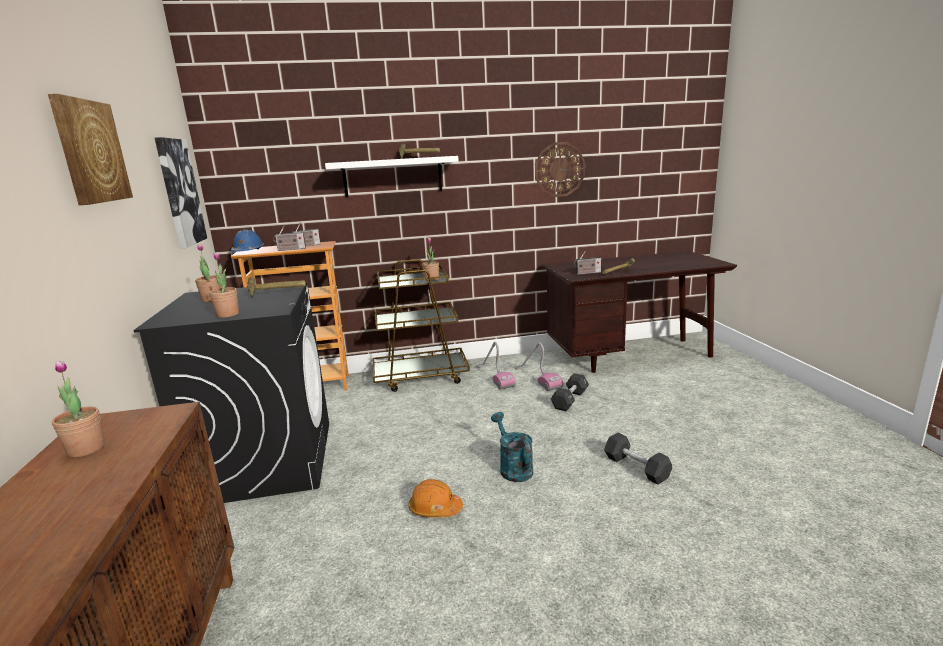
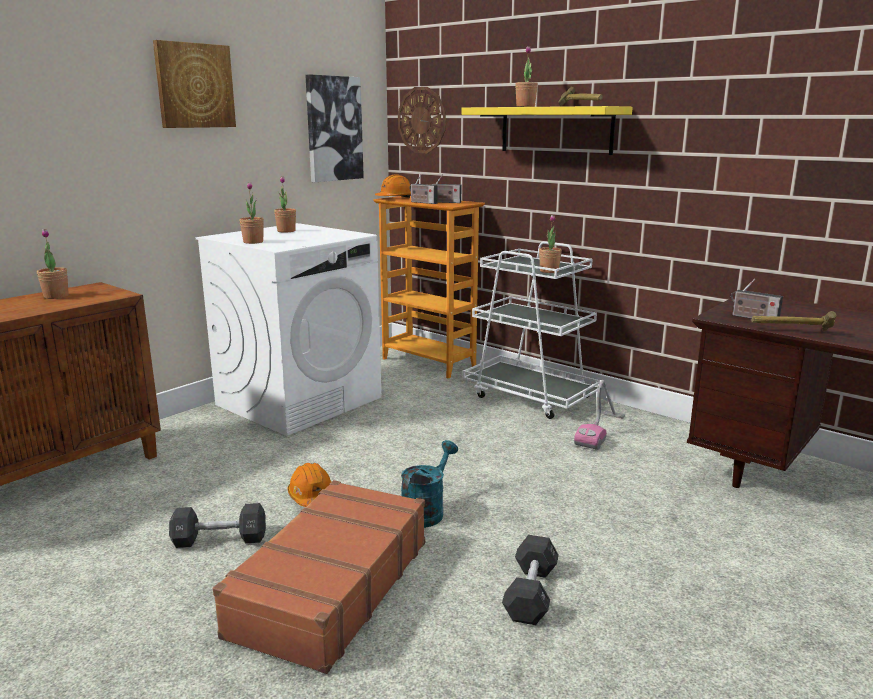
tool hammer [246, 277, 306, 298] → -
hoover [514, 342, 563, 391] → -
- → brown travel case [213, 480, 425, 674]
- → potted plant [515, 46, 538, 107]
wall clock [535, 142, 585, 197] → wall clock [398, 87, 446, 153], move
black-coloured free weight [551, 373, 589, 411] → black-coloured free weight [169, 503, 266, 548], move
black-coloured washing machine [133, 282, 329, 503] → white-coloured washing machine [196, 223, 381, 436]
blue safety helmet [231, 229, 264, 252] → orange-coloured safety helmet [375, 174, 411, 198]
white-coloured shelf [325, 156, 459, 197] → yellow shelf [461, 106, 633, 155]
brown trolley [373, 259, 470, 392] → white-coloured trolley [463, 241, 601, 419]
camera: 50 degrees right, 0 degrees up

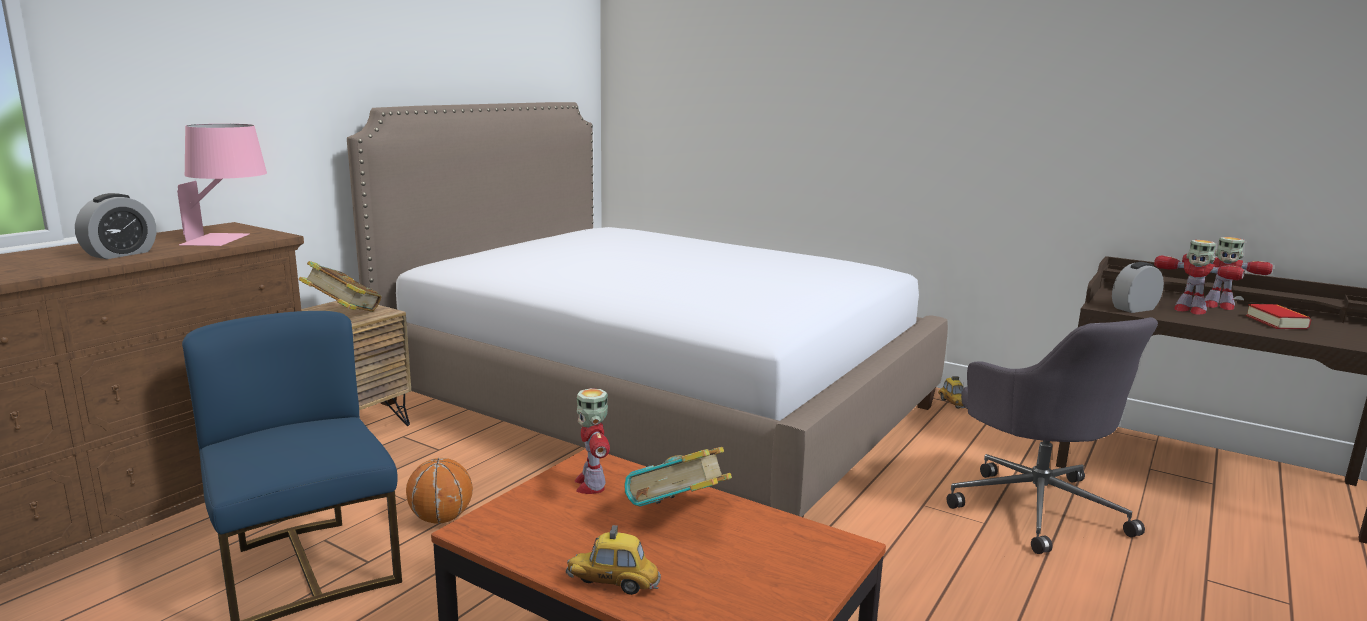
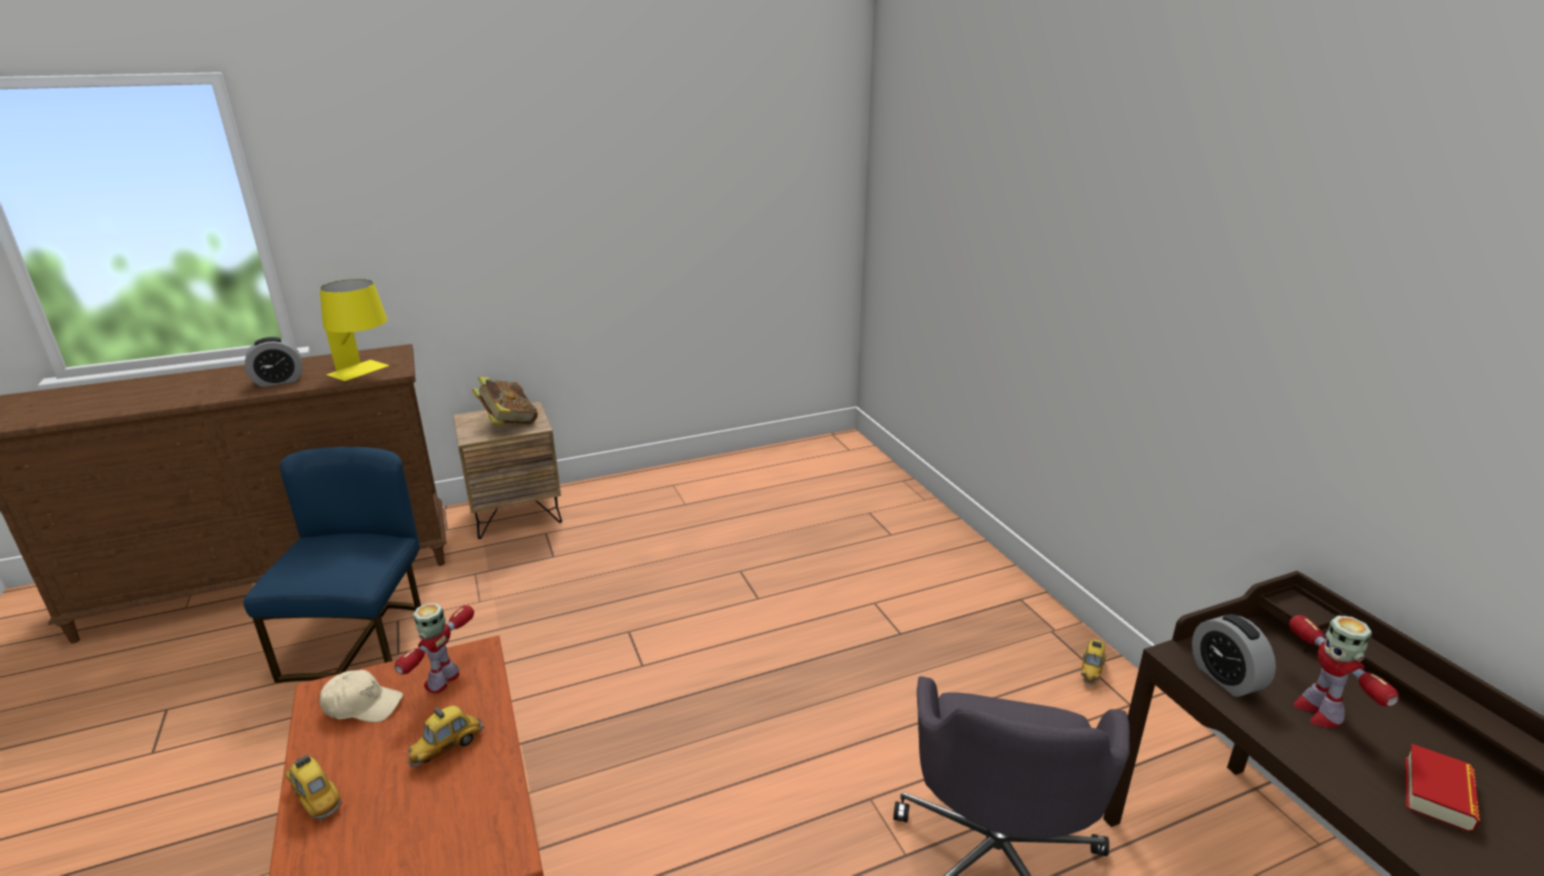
bedroom bed [347, 102, 948, 518] → -
ball for basketball [406, 458, 473, 524] → -
model robot [1182, 237, 1273, 310] → -
- → beige-coloured peaked cap [319, 670, 403, 722]
book [624, 447, 732, 506] → toy car [408, 705, 485, 767]
pink-coloured table lamp [177, 124, 267, 246] → yellow table lamp [320, 279, 389, 381]
bedside clock [1112, 262, 1164, 313] → bedside clock [1192, 614, 1276, 697], 120 degrees counterclockwise
camera: 35 degrees right, 10 degrees up

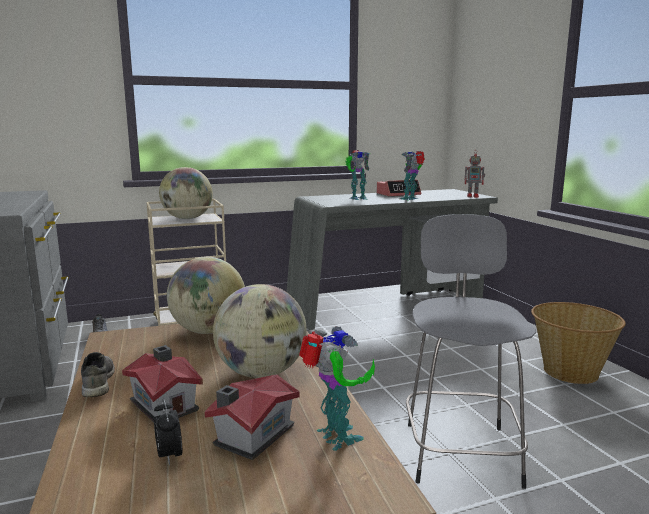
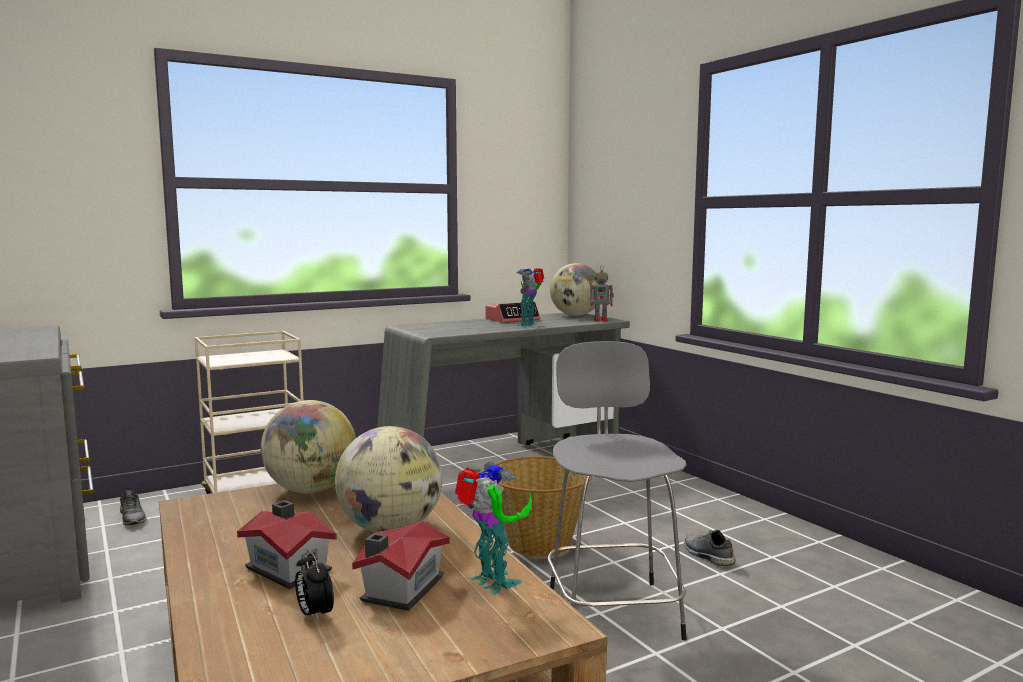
model robot [345, 150, 370, 200] → -
gray low shoe [81, 352, 115, 397] → gray low shoe [684, 530, 736, 566], move
world globe [159, 167, 213, 219] → world globe [550, 263, 599, 316], move
storage basket [531, 302, 626, 384] → storage basket [488, 456, 592, 557], move
camera: 10 degrees left, 5 degrees down

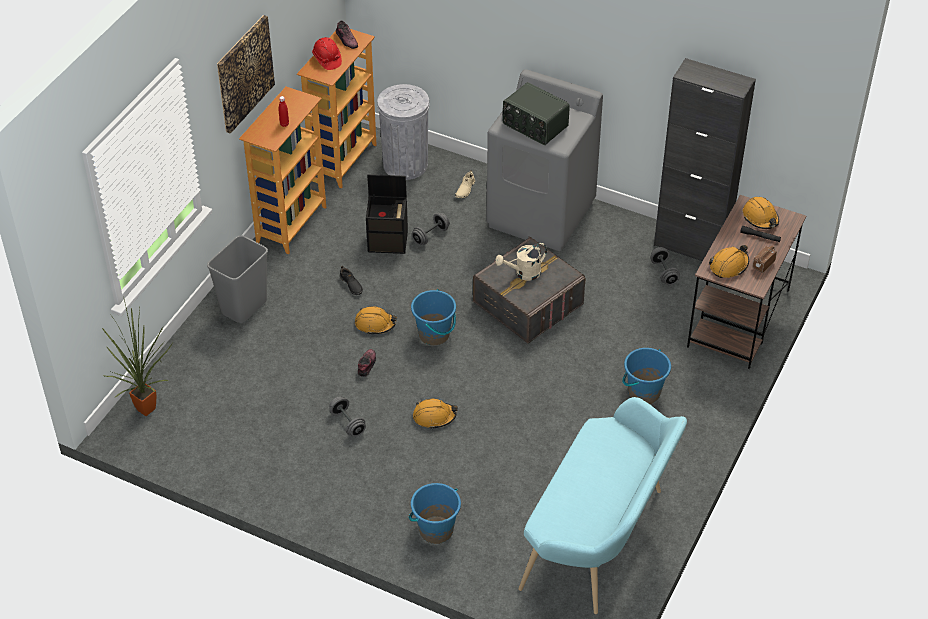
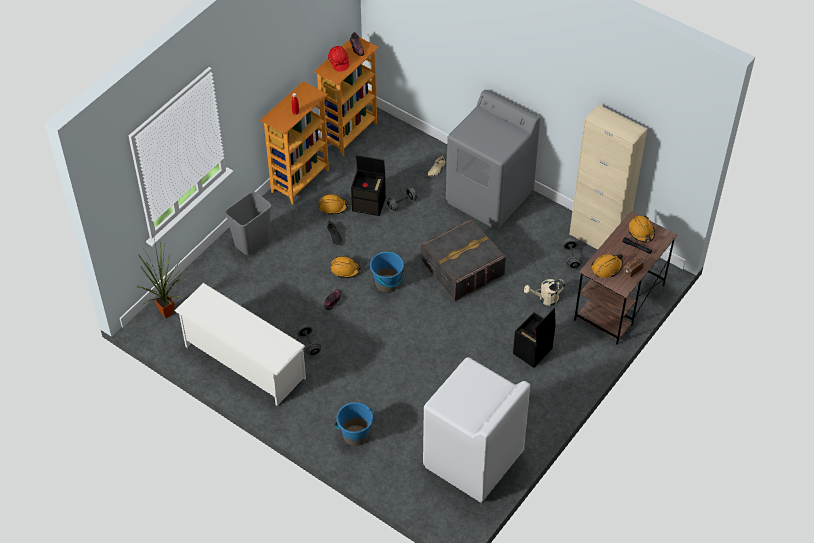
wall art [217, 15, 275, 134] → -
gray waste bin [377, 84, 429, 180] → -
radio receiver [503, 82, 570, 145] → -
- → white-coloured shoe rack [175, 283, 306, 406]
orange-coloured safety helmet [413, 399, 458, 429] → orange-coloured safety helmet [318, 194, 349, 215], move
beige-coloured watering can [495, 243, 547, 281] → beige-coloured watering can [524, 279, 565, 306], move
turquoise-coloured indoor bench [518, 397, 687, 614] → white-coloured washing machine [423, 357, 530, 503]
blue water bucket [622, 348, 671, 404] → black-coloured storage bin [513, 308, 556, 368]
black-coloured cabinet [654, 58, 756, 261] → beige-coloured cabinet [569, 104, 647, 250]
camera: 10 degrees right, 5 degrees up

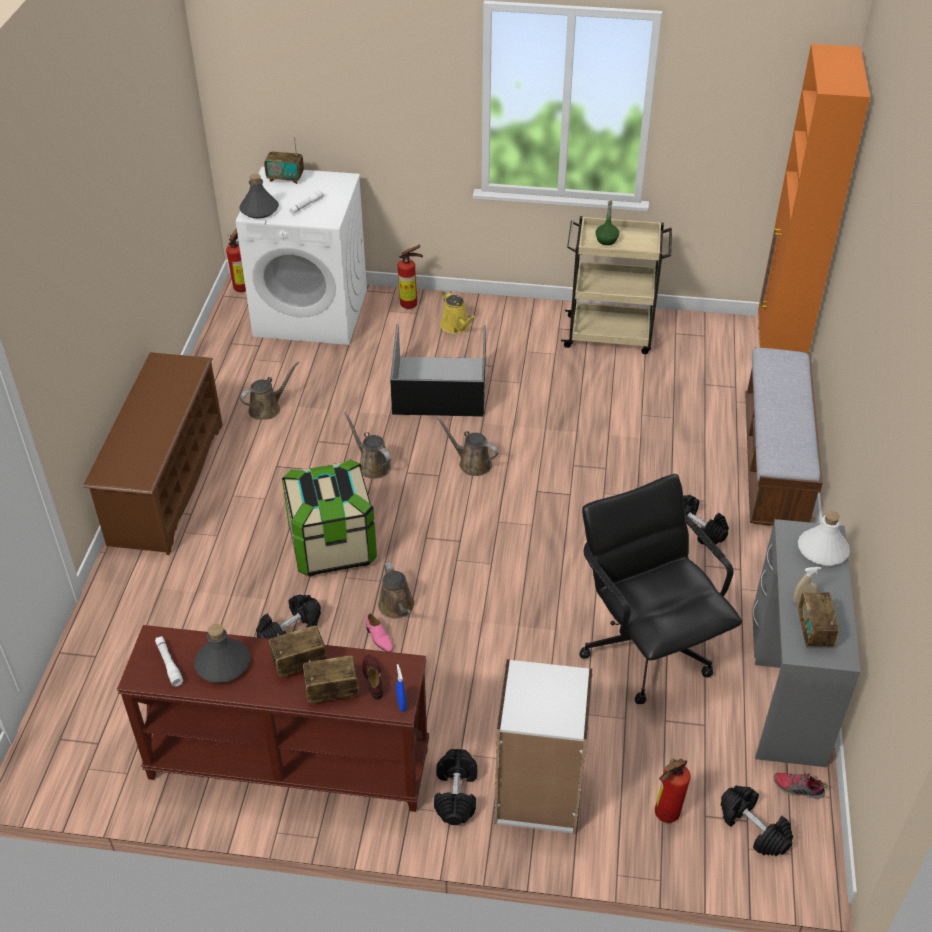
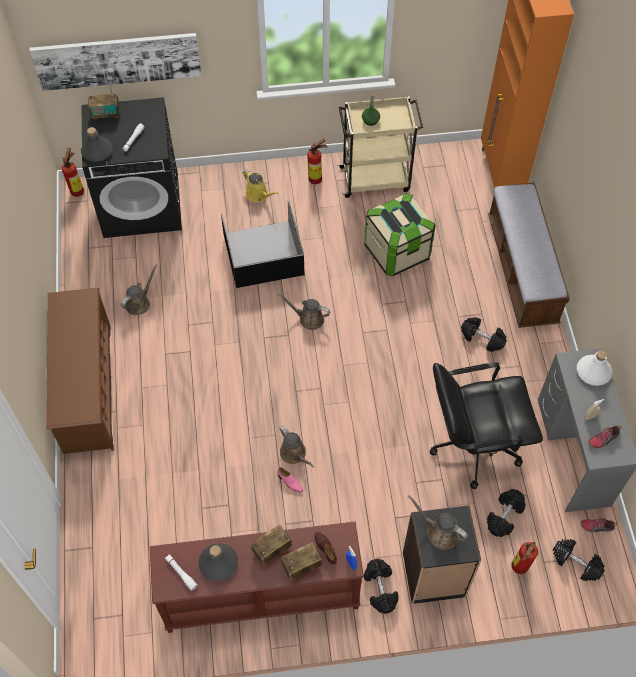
- → wall art [30, 33, 202, 91]
black-coloured free weight [256, 594, 321, 639] → black-coloured free weight [487, 489, 526, 537], move
storage bin [282, 460, 377, 576] → storage bin [364, 193, 435, 276], move
brown watering can [344, 412, 391, 479] → brown watering can [408, 495, 468, 550], move
fire extinguisher [397, 245, 423, 309] → fire extinguisher [307, 139, 327, 184], move
radio receiver [798, 592, 839, 648] → low shoe [588, 425, 622, 449]
white-coloured washing machine [236, 167, 367, 345] → black-coloured washing machine [82, 97, 182, 238]
white-coloured bookshelf [494, 659, 592, 834] → black-coloured bookshelf [403, 505, 481, 604]
black-coloured office chair [579, 474, 742, 704] → black-coloured office chair [430, 362, 543, 489], 60 degrees counterclockwise
camera: 15 degrees left, 15 degrees up

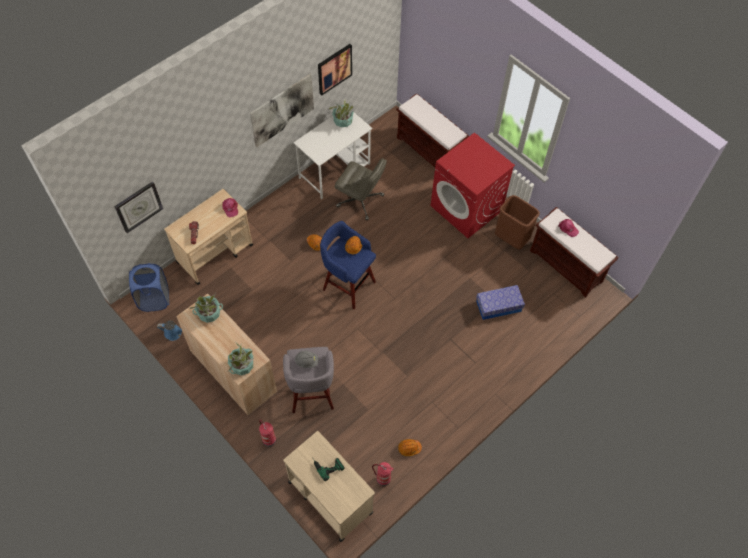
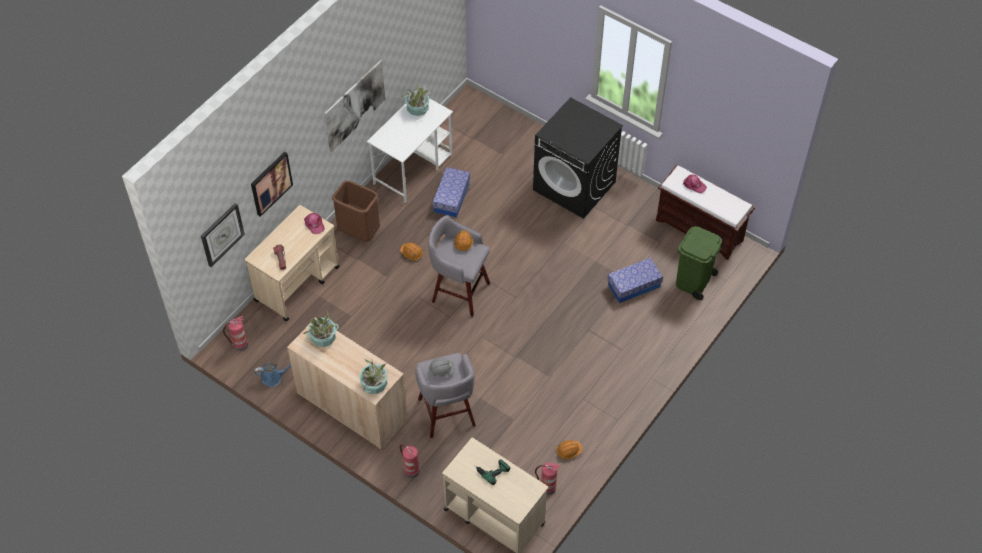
brown indoor bench [396, 93, 469, 167] → -
- → green-coloured waste bin [676, 226, 722, 300]
wall art [318, 44, 352, 96] → wall art [251, 152, 293, 217], move
brown waste bin [495, 195, 540, 250] → brown waste bin [332, 181, 380, 242], move
blue washing basket [129, 263, 169, 312] → fire extinguisher [223, 316, 248, 351]
gray office chair [335, 158, 387, 220] → storage bin [433, 167, 470, 217]
blue sitting stool [320, 221, 376, 309] → gray sitting stool [428, 215, 490, 317]
reddish washing machine [431, 132, 515, 238] → black-coloured washing machine [533, 97, 623, 219]
camera: 10 degrees left, 5 degrees down

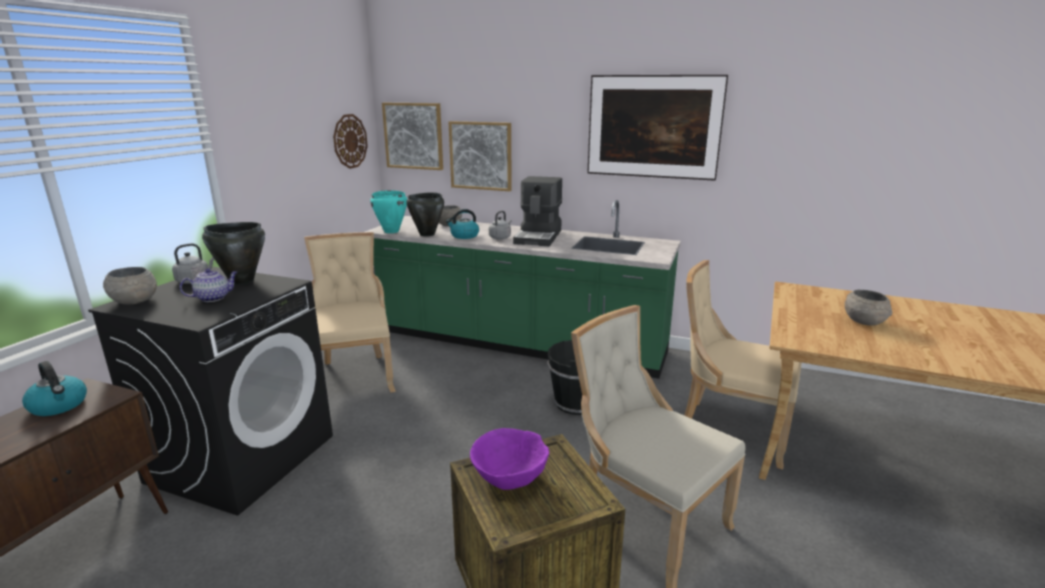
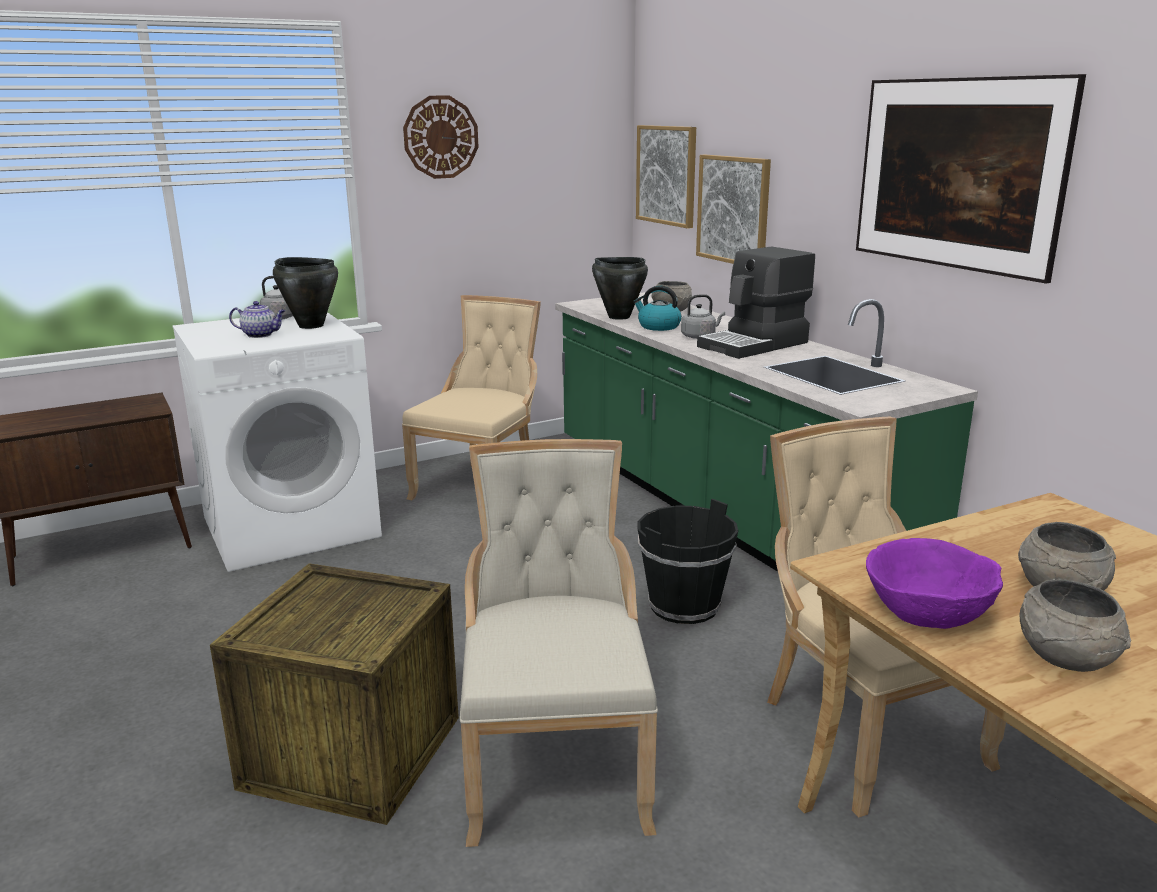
kettle [22, 361, 87, 416] → -
turquoise-coloured stockpot [370, 190, 407, 233] → -
gray serving bowl [103, 267, 157, 304] → gray serving bowl [1020, 580, 1131, 672], move
wall clock [333, 114, 368, 169] → wall clock [403, 96, 479, 179], move
purplish serving bowl [470, 428, 549, 490] → purplish serving bowl [866, 538, 1003, 629], move
black-coloured washing machine [88, 267, 333, 515] → white-coloured washing machine [172, 312, 382, 572]
camera: 40 degrees right, 0 degrees up

